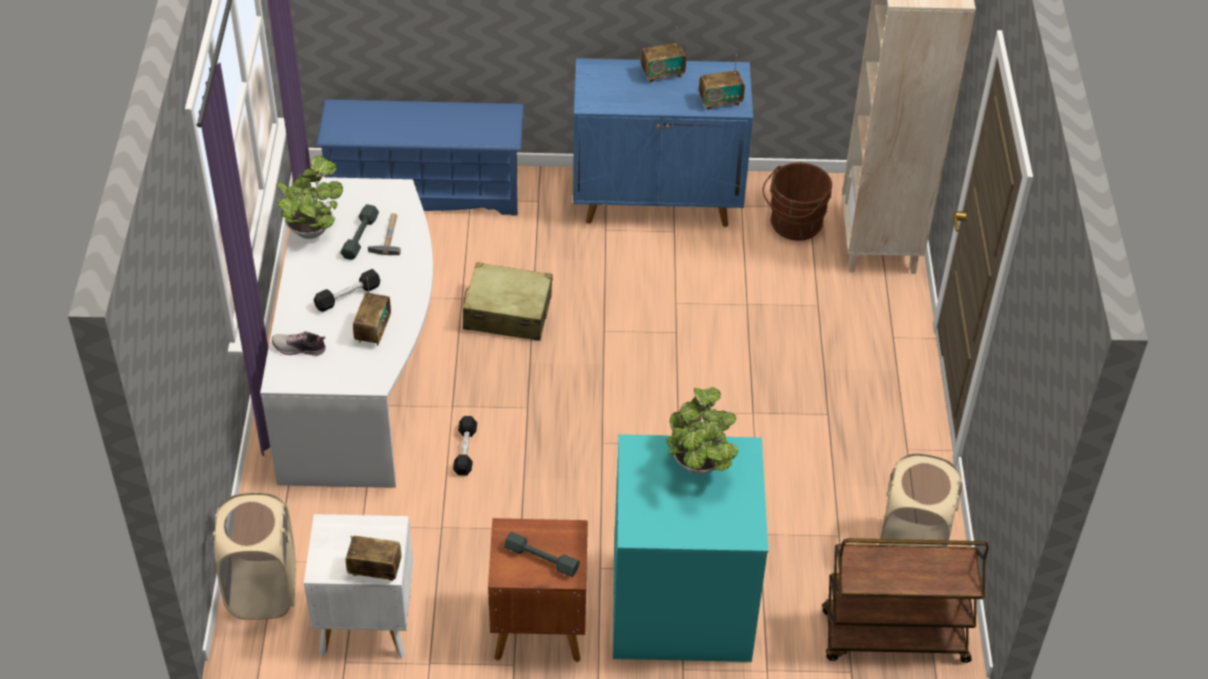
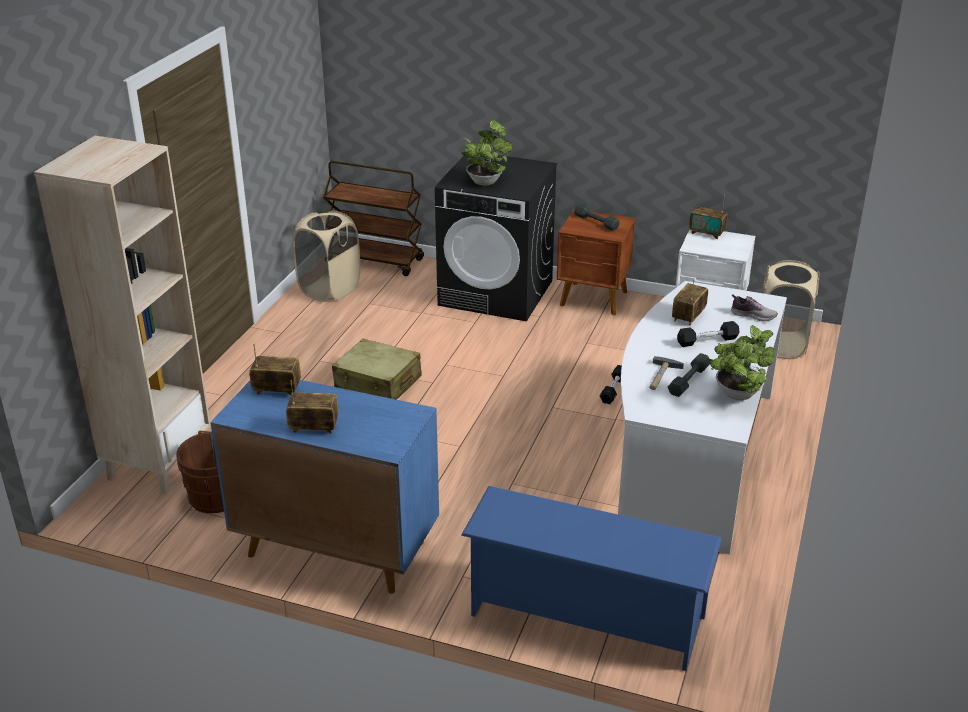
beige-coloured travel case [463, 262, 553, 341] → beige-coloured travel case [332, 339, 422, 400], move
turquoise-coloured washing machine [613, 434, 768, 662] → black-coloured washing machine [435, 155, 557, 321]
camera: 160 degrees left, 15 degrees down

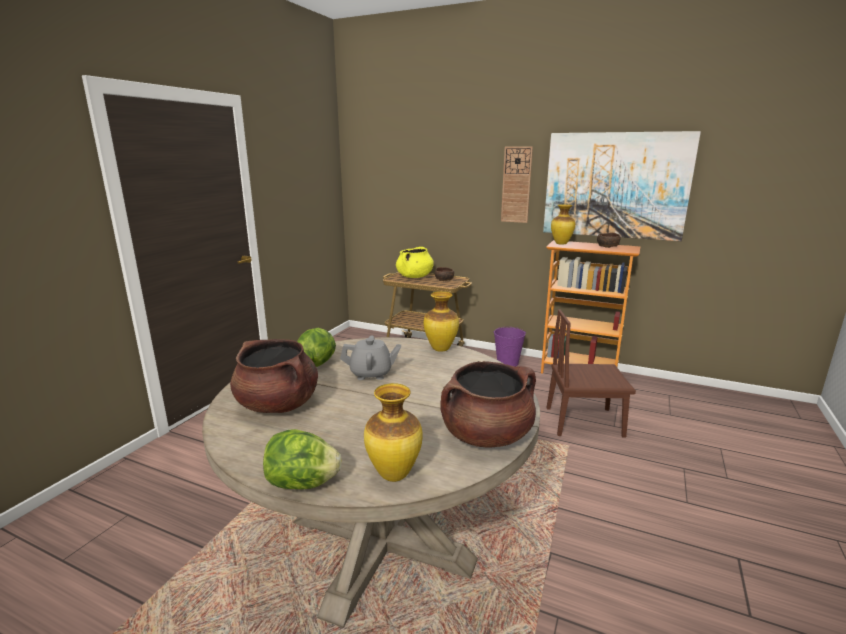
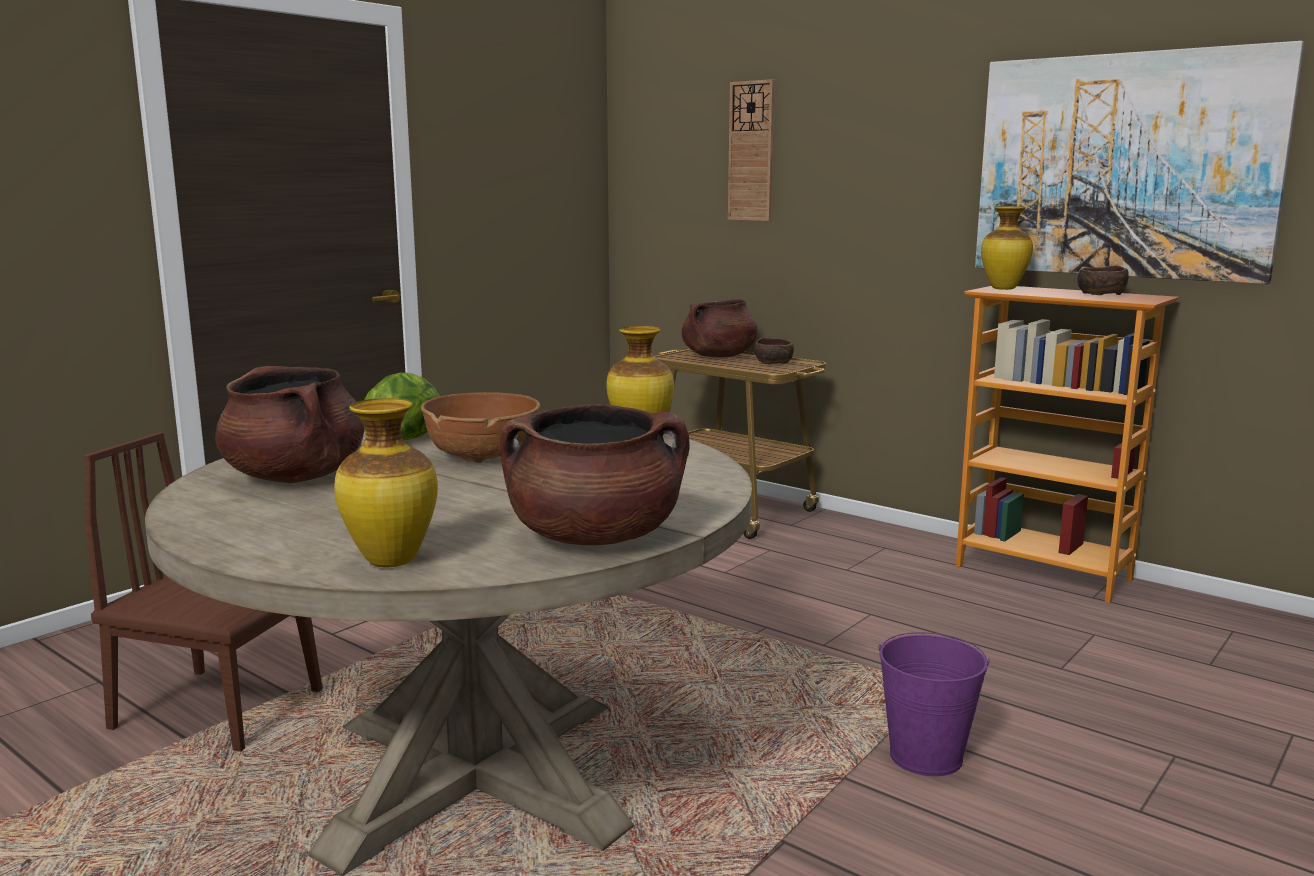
lettuce [263, 429, 342, 489] → -
purplish water bucket [493, 327, 526, 367] → purplish water bucket [879, 632, 990, 776], move
wall clock [501, 146, 533, 223] → wall clock [728, 79, 774, 221], move
brown upright chair [547, 309, 636, 438] → brown upright chair [84, 432, 322, 752], move
gray teapot [340, 336, 401, 380] → brown serving bowl [421, 392, 540, 463]
yellow stockpot [396, 247, 434, 278] → brown stockpot [682, 298, 757, 357]
camera: 15 degrees right, 5 degrees down

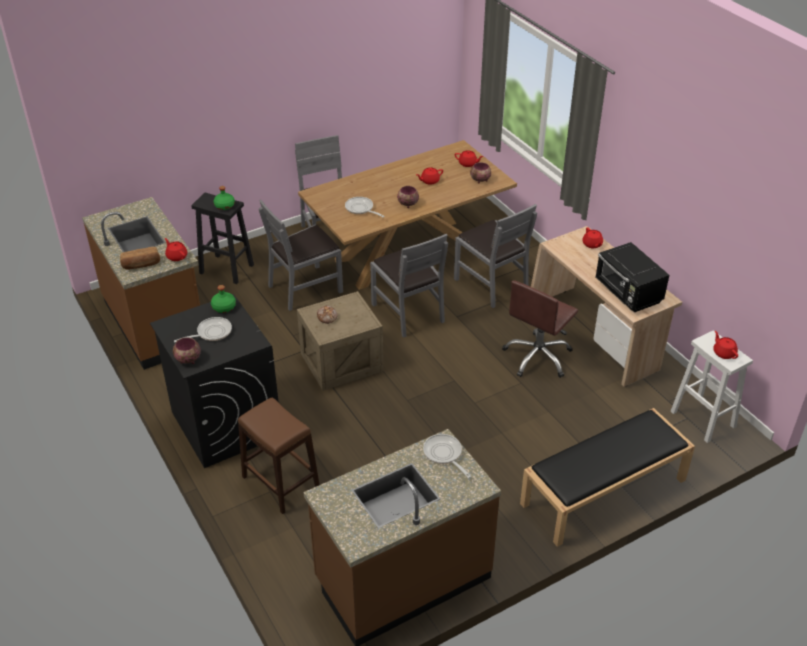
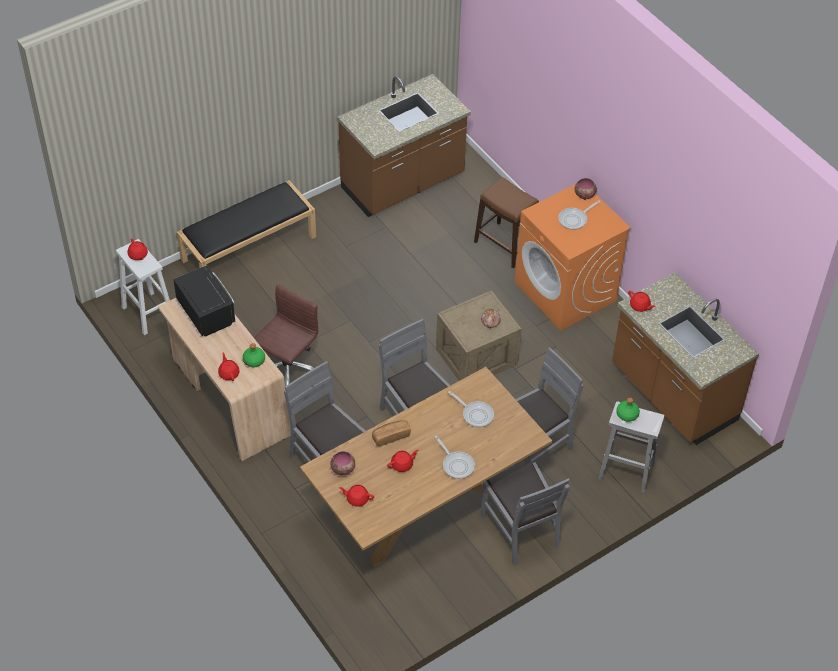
serving bowl [397, 186, 419, 208] → -
baked bread [120, 247, 160, 270] → baked bread [372, 420, 411, 446], move
green-coloured drink bottle [211, 285, 236, 313] → green-coloured drink bottle [243, 343, 265, 367], move
skillet [423, 434, 471, 478] → skillet [435, 436, 475, 479], move
black-coloured washing machine [150, 294, 279, 468] → orange-coloured washing machine [515, 184, 631, 331]
black-coloured sitting stool [191, 193, 254, 284] → white-coloured sitting stool [598, 401, 665, 493]
camera: 175 degrees right, 10 degrees up

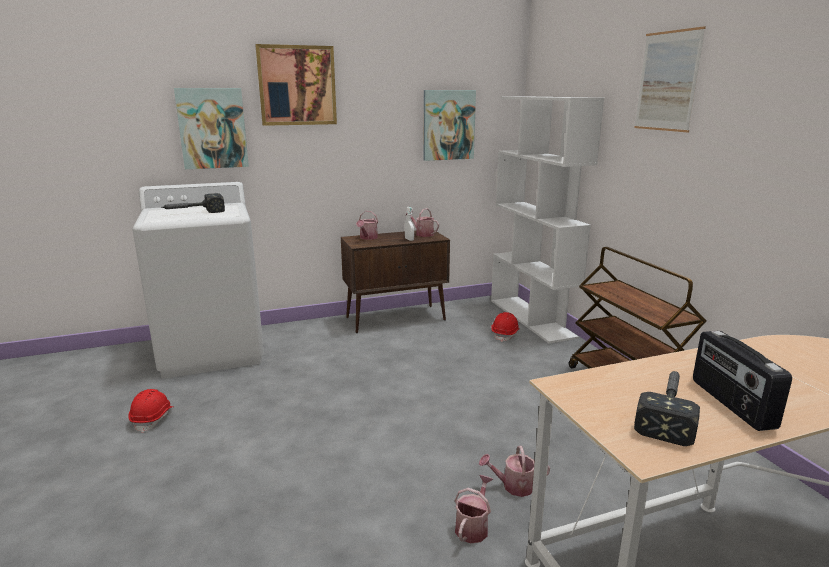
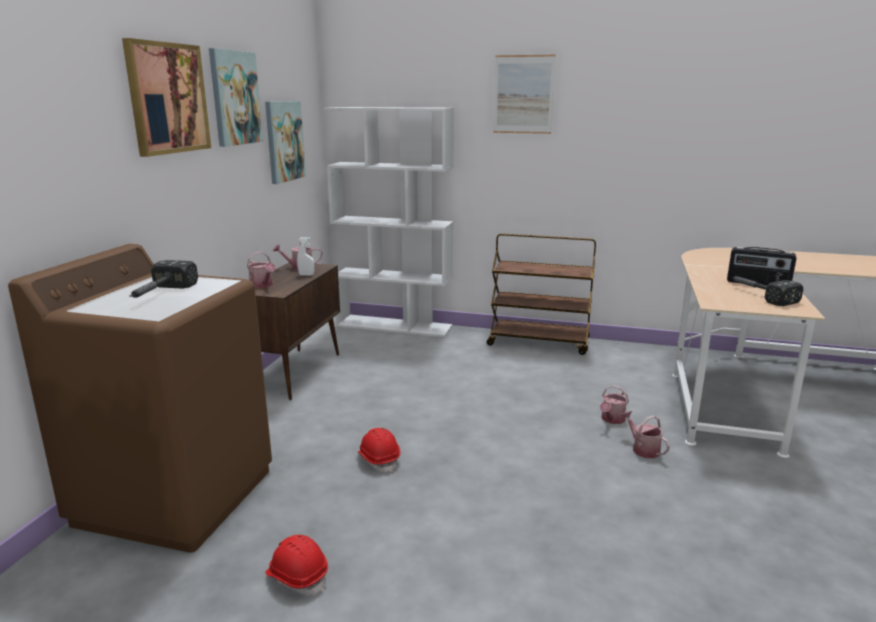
wall art [174, 88, 249, 169] → wall art [209, 48, 263, 147], move
reddish safety helmet [491, 312, 520, 342] → reddish safety helmet [357, 428, 400, 473], move
white-coloured washing machine [132, 182, 264, 379] → brown washing machine [8, 244, 272, 553]
camera: 55 degrees left, 0 degrees up

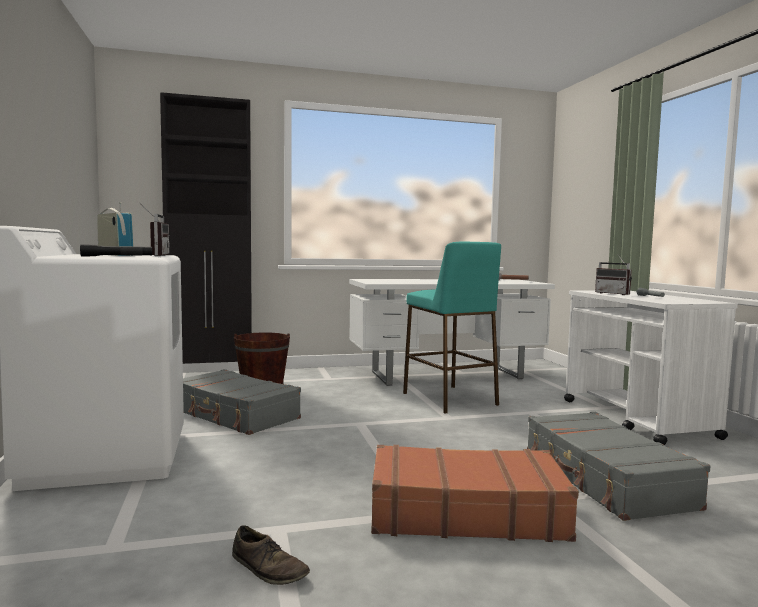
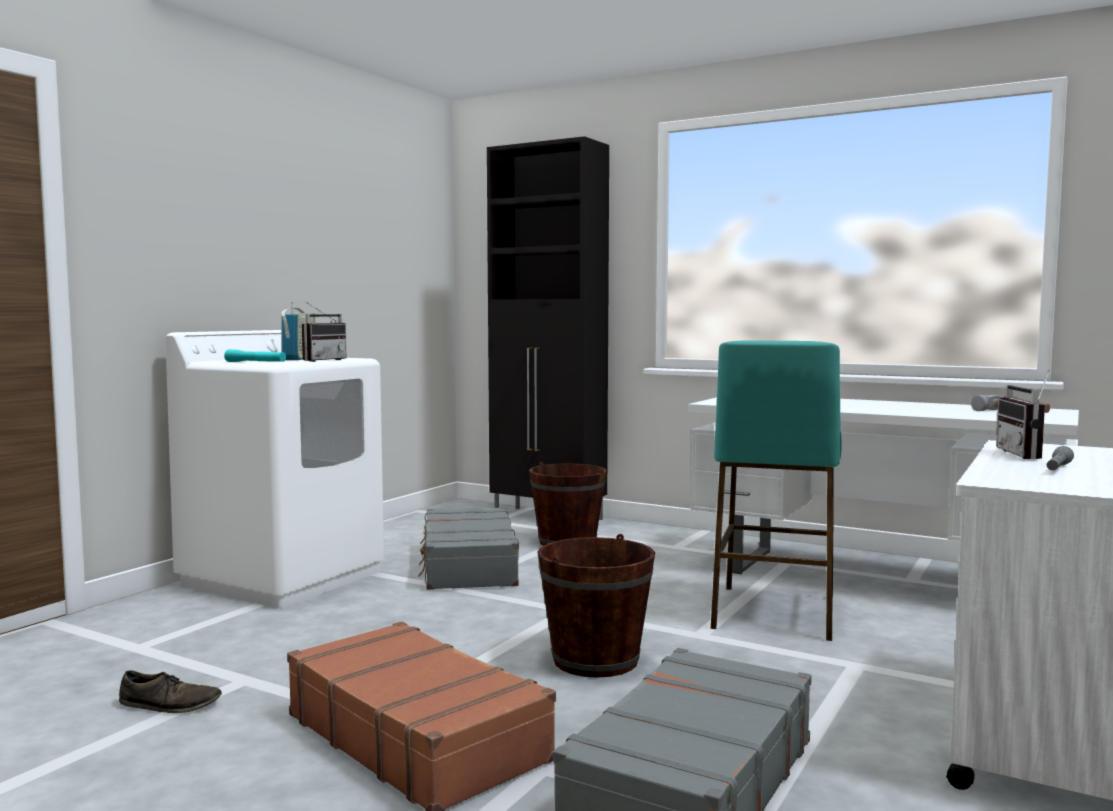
- → brown water bucket [537, 534, 655, 678]
black-coloured hand torch [80, 244, 152, 257] → turquoise-coloured hand torch [224, 349, 286, 362]
brown low shoe [232, 525, 310, 585] → brown low shoe [119, 671, 222, 713], 75 degrees counterclockwise
camera: 45 degrees right, 0 degrees up

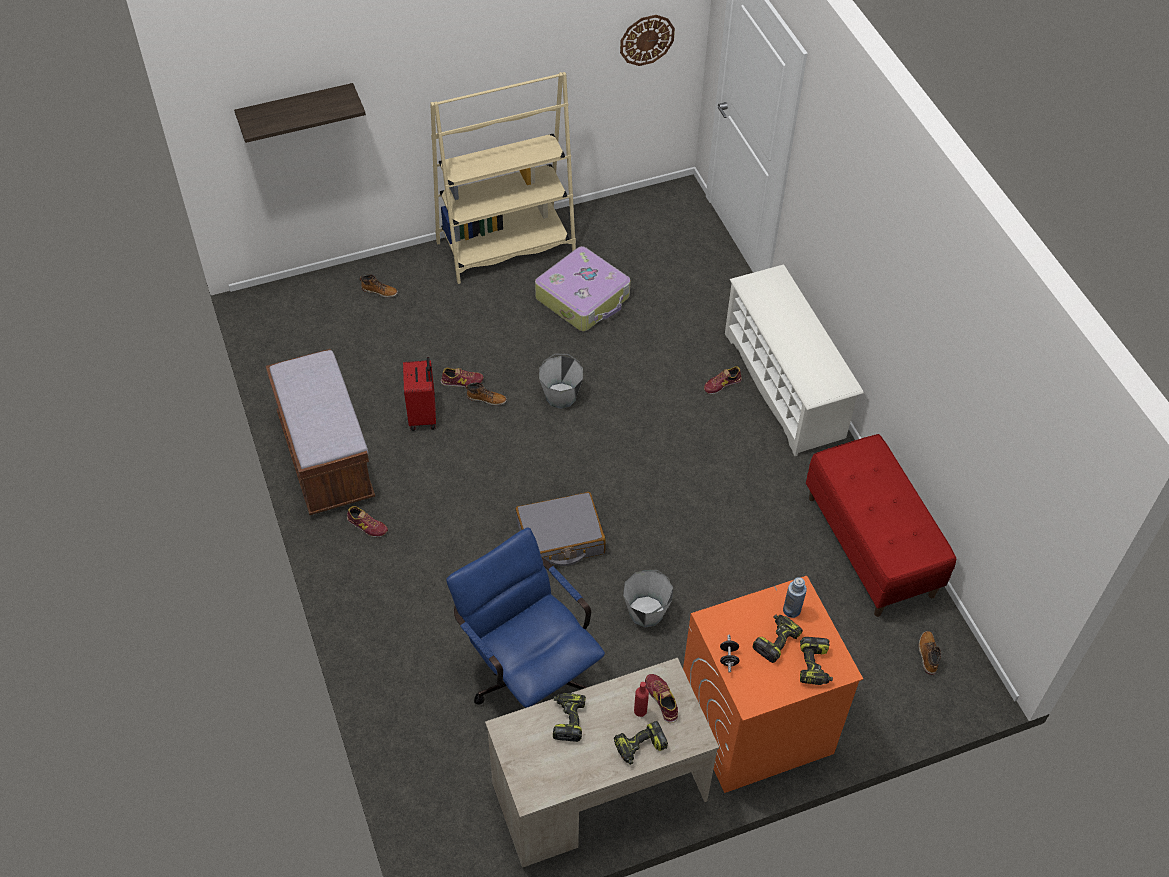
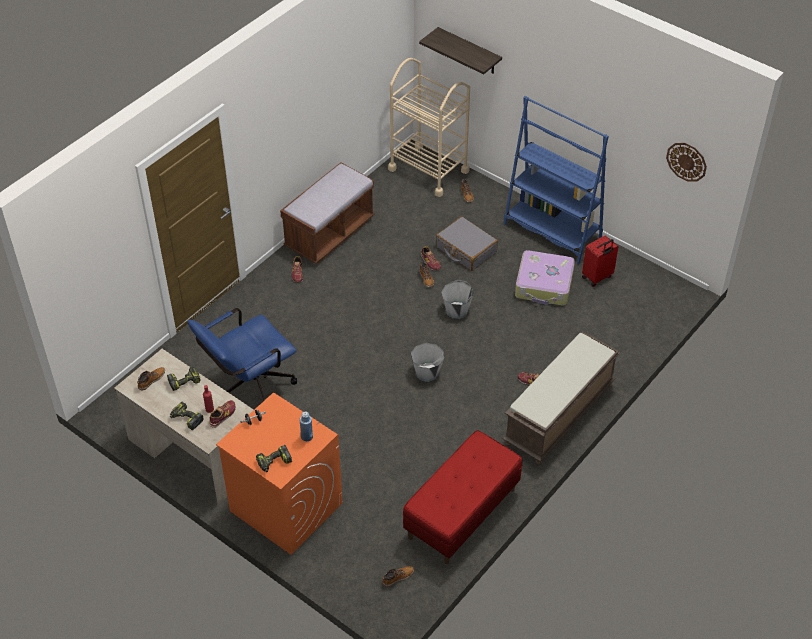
power drill [753, 615, 803, 663] → -
- → tall boot [137, 367, 165, 391]
- → beige-coloured trolley [388, 58, 470, 197]
reddish travel case [403, 357, 436, 431] → reddish travel case [582, 235, 618, 287], move
gray travel case [515, 492, 606, 566] → gray travel case [436, 216, 498, 271], move
gray water bucket [623, 570, 673, 628] → gray water bucket [411, 343, 444, 382], move
white-coloured shoe rack [725, 265, 864, 456] → brown indoor bench [503, 332, 620, 465]
beige-coloured bookshelf [430, 72, 576, 284] → blue bookshelf [503, 96, 609, 265]
blue office chair [446, 527, 605, 708] → blue office chair [188, 308, 297, 400], 150 degrees counterclockwise
camera: 60 degrees right, 5 degrees down

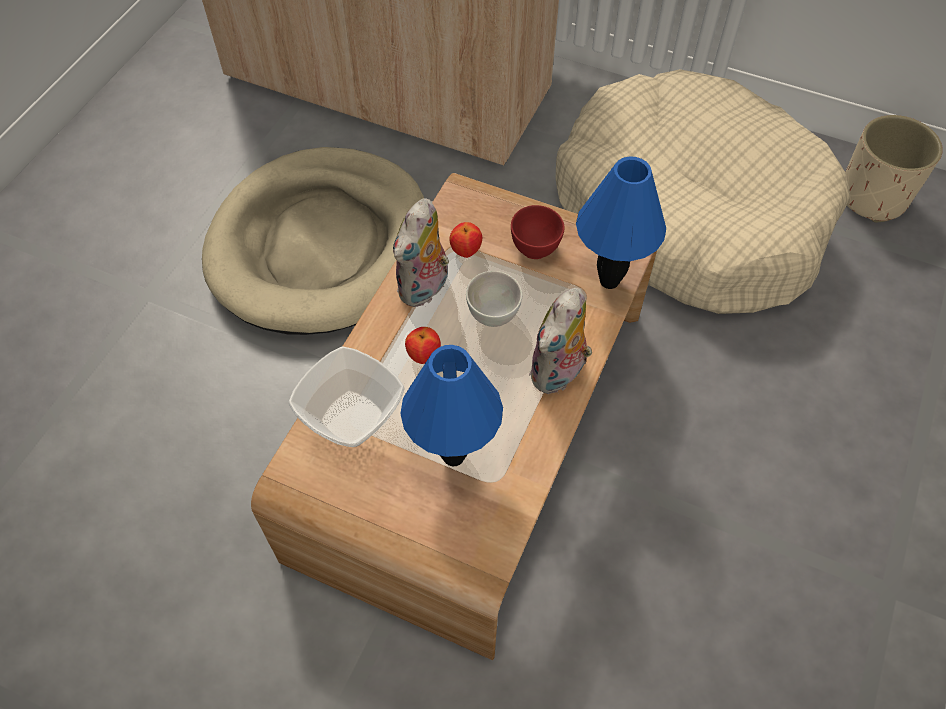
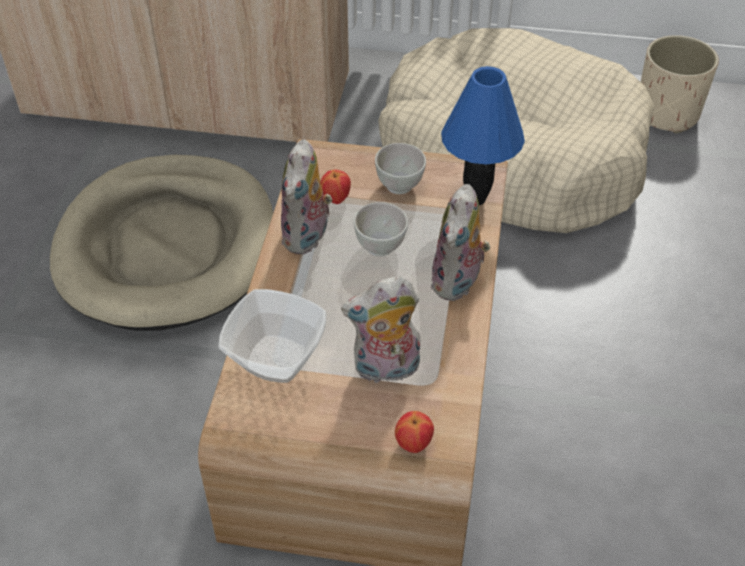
whole apple [405, 327, 441, 364] → whole apple [395, 411, 434, 453], move
blue table lamp [400, 345, 503, 466] → soft toy [341, 276, 421, 385]
reddish serving bowl [511, 205, 564, 259] → white-coloured serving bowl [375, 143, 426, 194]
camera: 15 degrees left, 10 degrees down

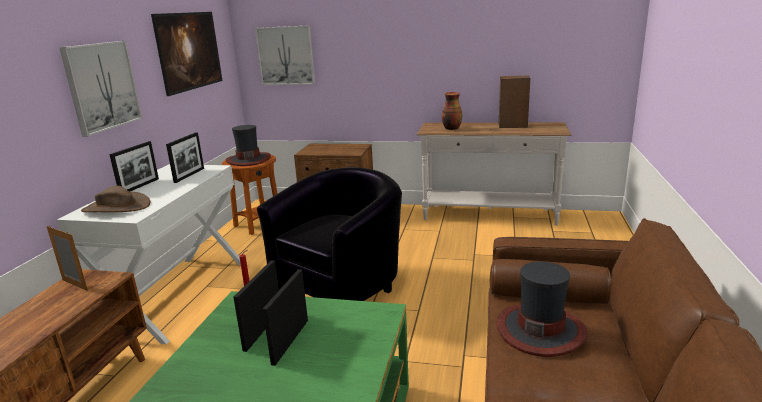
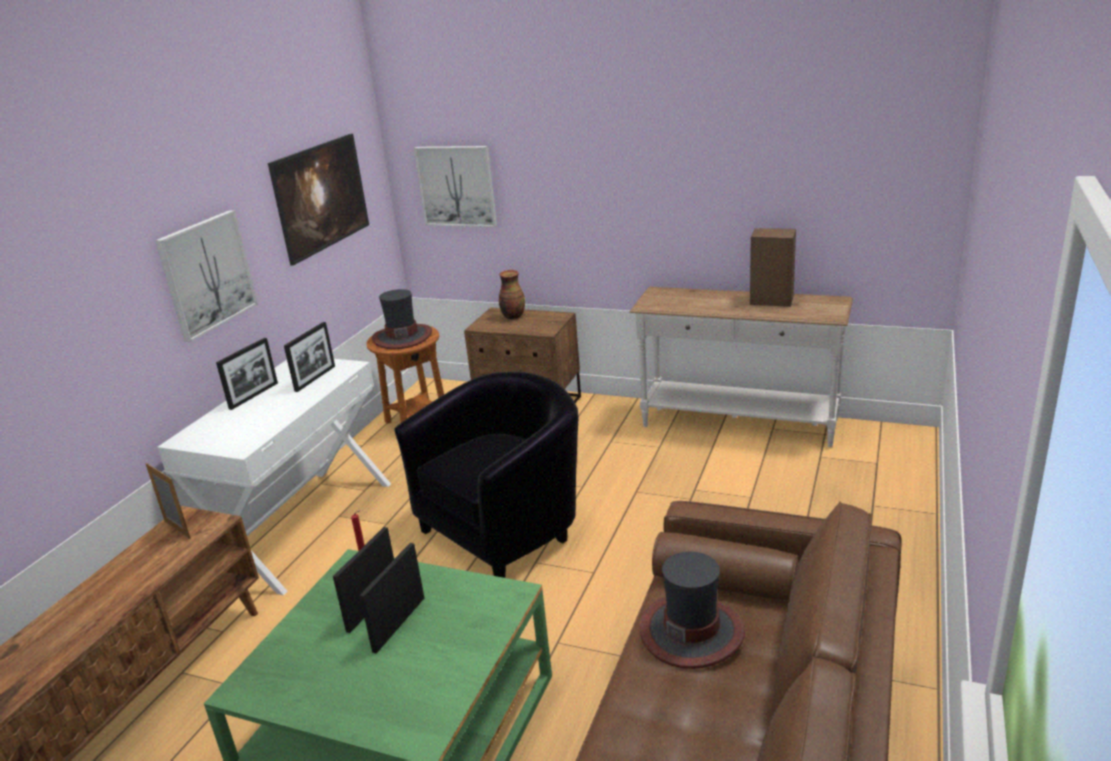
brown clothing hat [81, 186, 150, 212] → -
decorative vase [442, 92, 462, 130] → decorative vase [499, 270, 525, 319], move
camera: 10 degrees right, 5 degrees up

